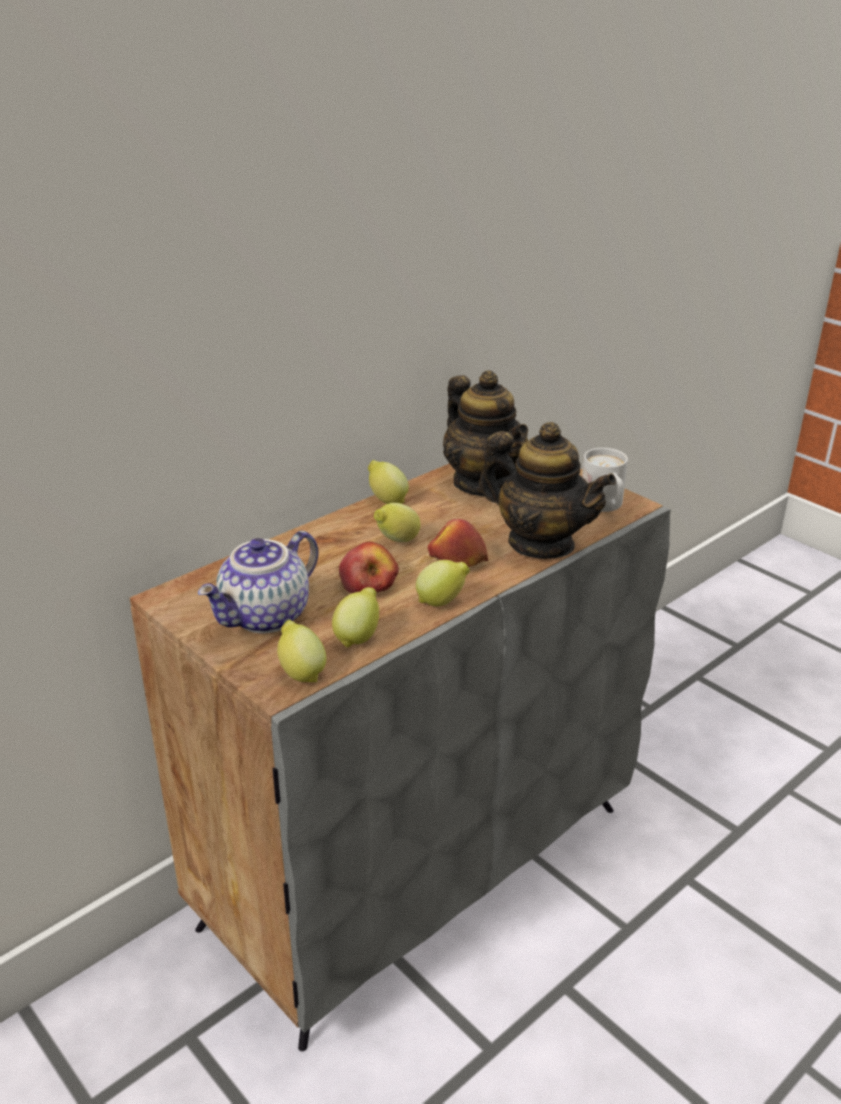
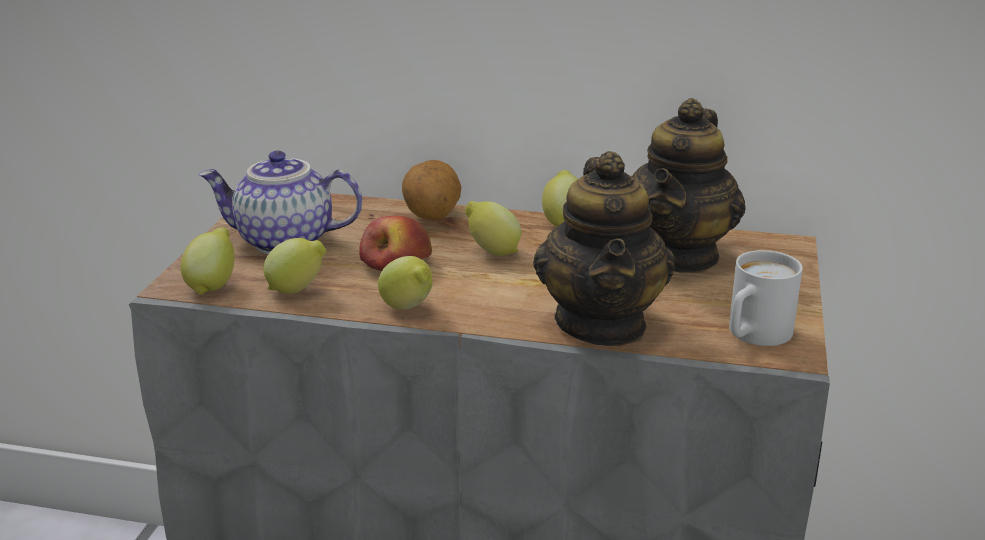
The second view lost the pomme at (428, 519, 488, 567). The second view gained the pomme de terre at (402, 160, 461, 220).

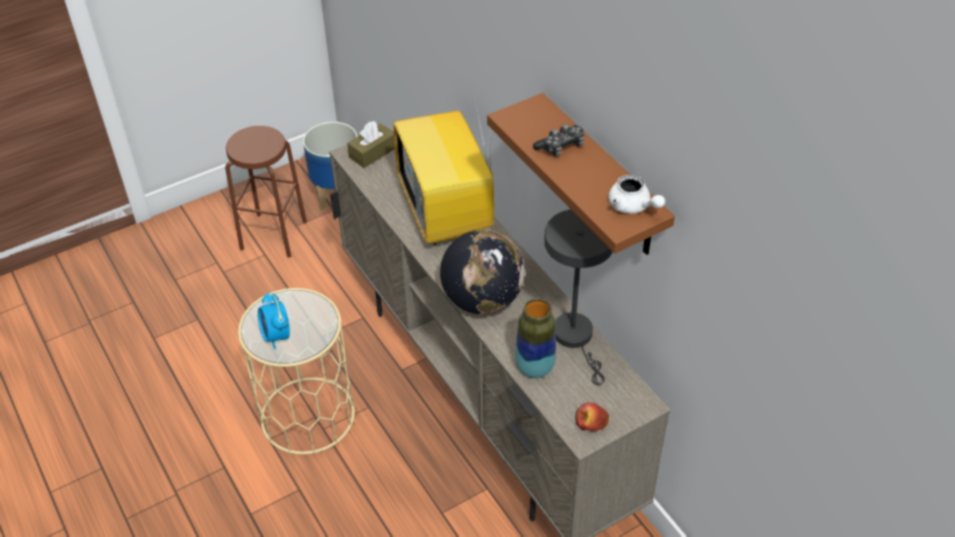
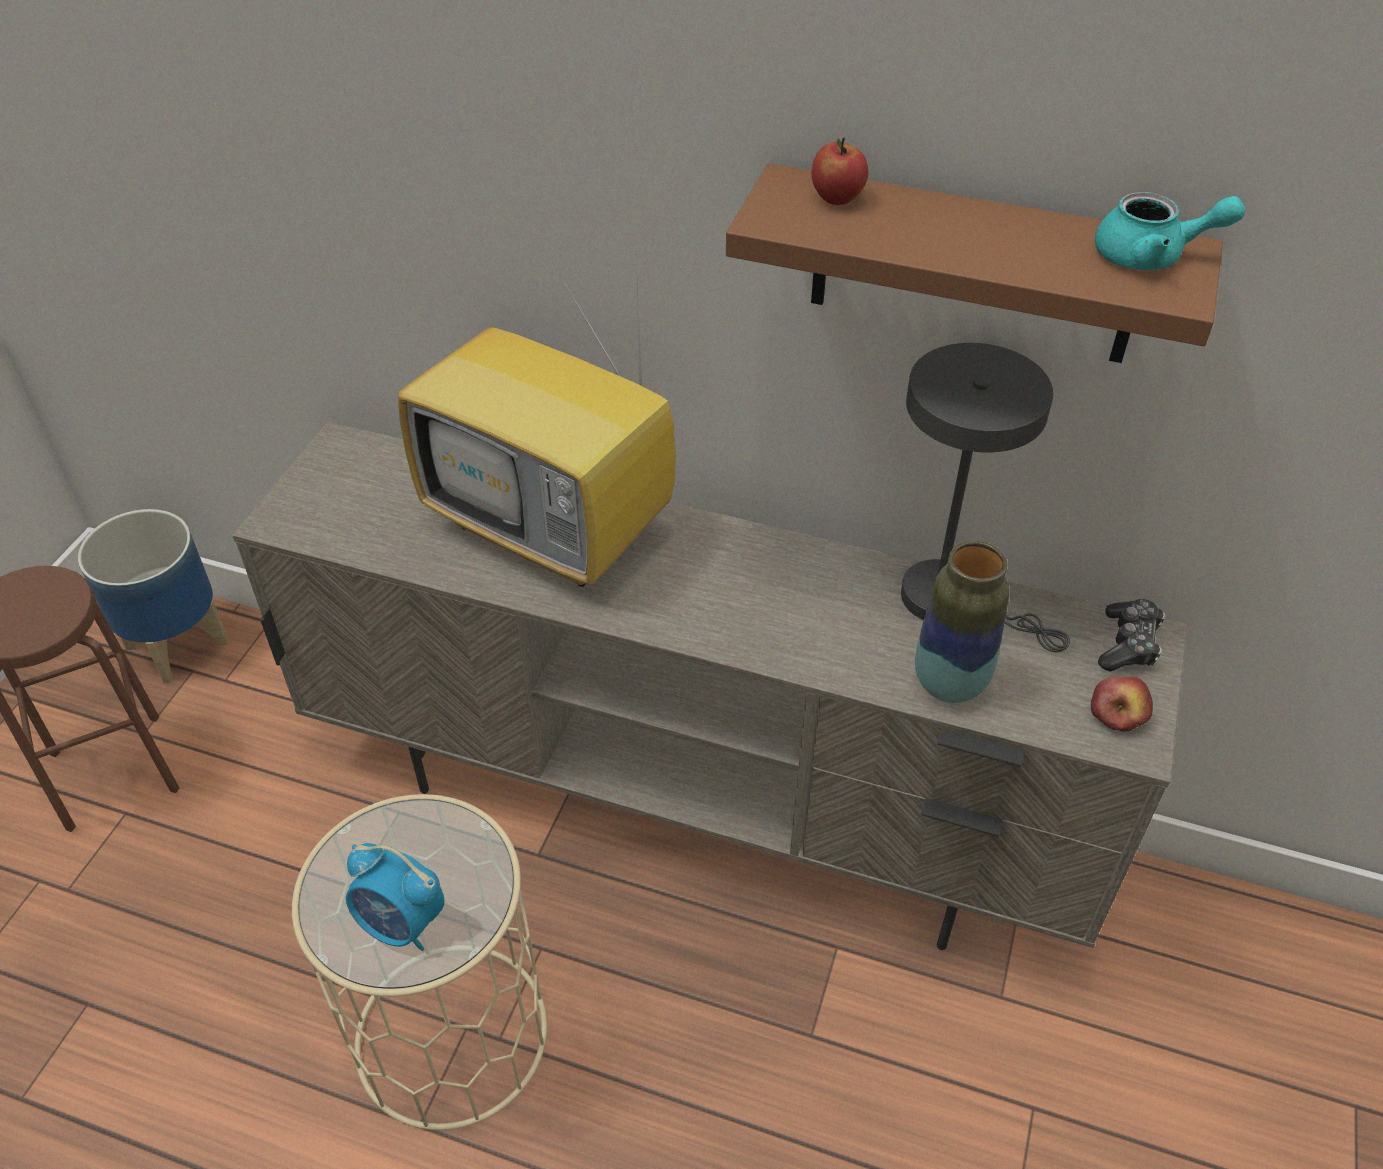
The second view lost the boîte à mouchoirs [marron] at (347, 121, 395, 168). The second view lost the globe at (440, 230, 525, 314). The second view gained the pomme at (811, 137, 868, 205). The manette ended up elsewhere, having gone from (533, 124, 584, 157) to (1098, 599, 1165, 672). What was the théière [blanc] at (608, 174, 665, 214) turned into the théière [turquoise] at (1095, 192, 1246, 270).

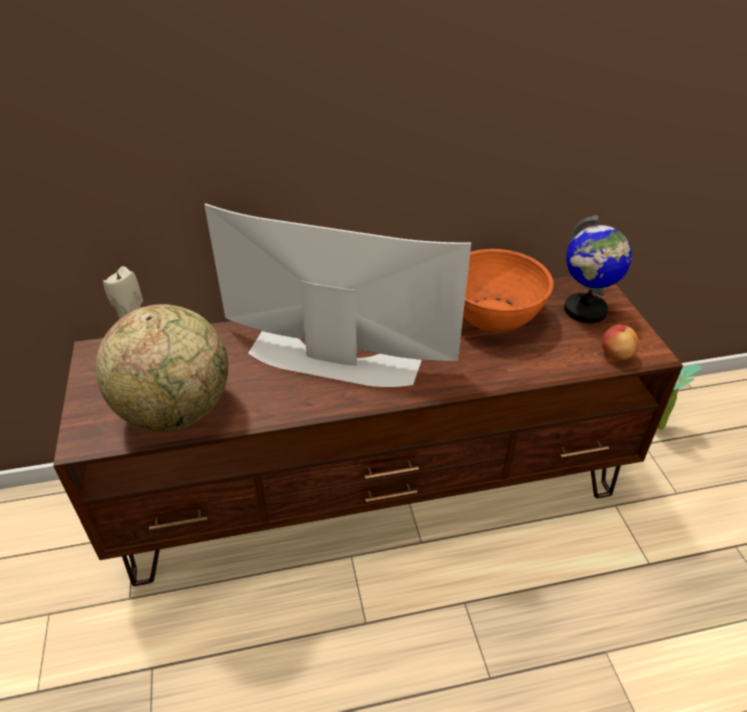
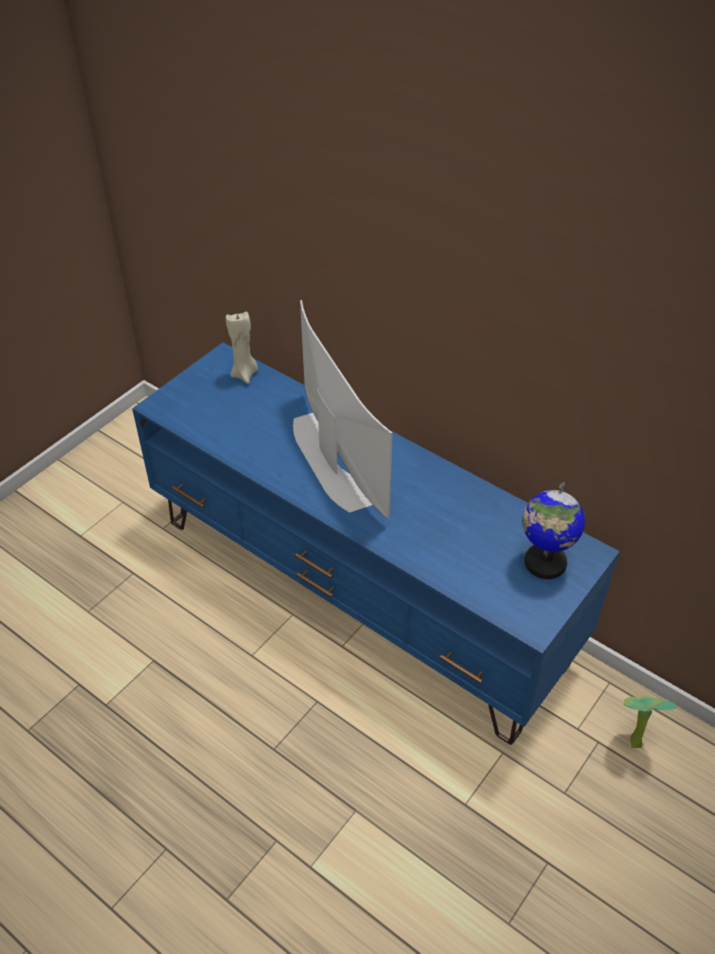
The second view lost the globe at (96, 304, 228, 432). The second view lost the bol [orange] at (463, 249, 554, 332). The second view lost the pomme at (602, 324, 639, 360). What was the meuble télé [marron] at (53, 276, 683, 586) turned into the meuble télé [bleu] at (132, 342, 620, 745).

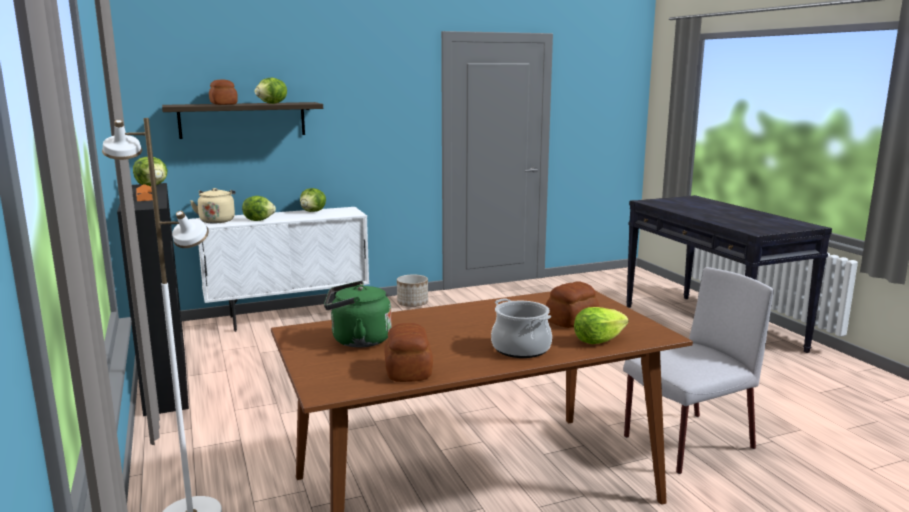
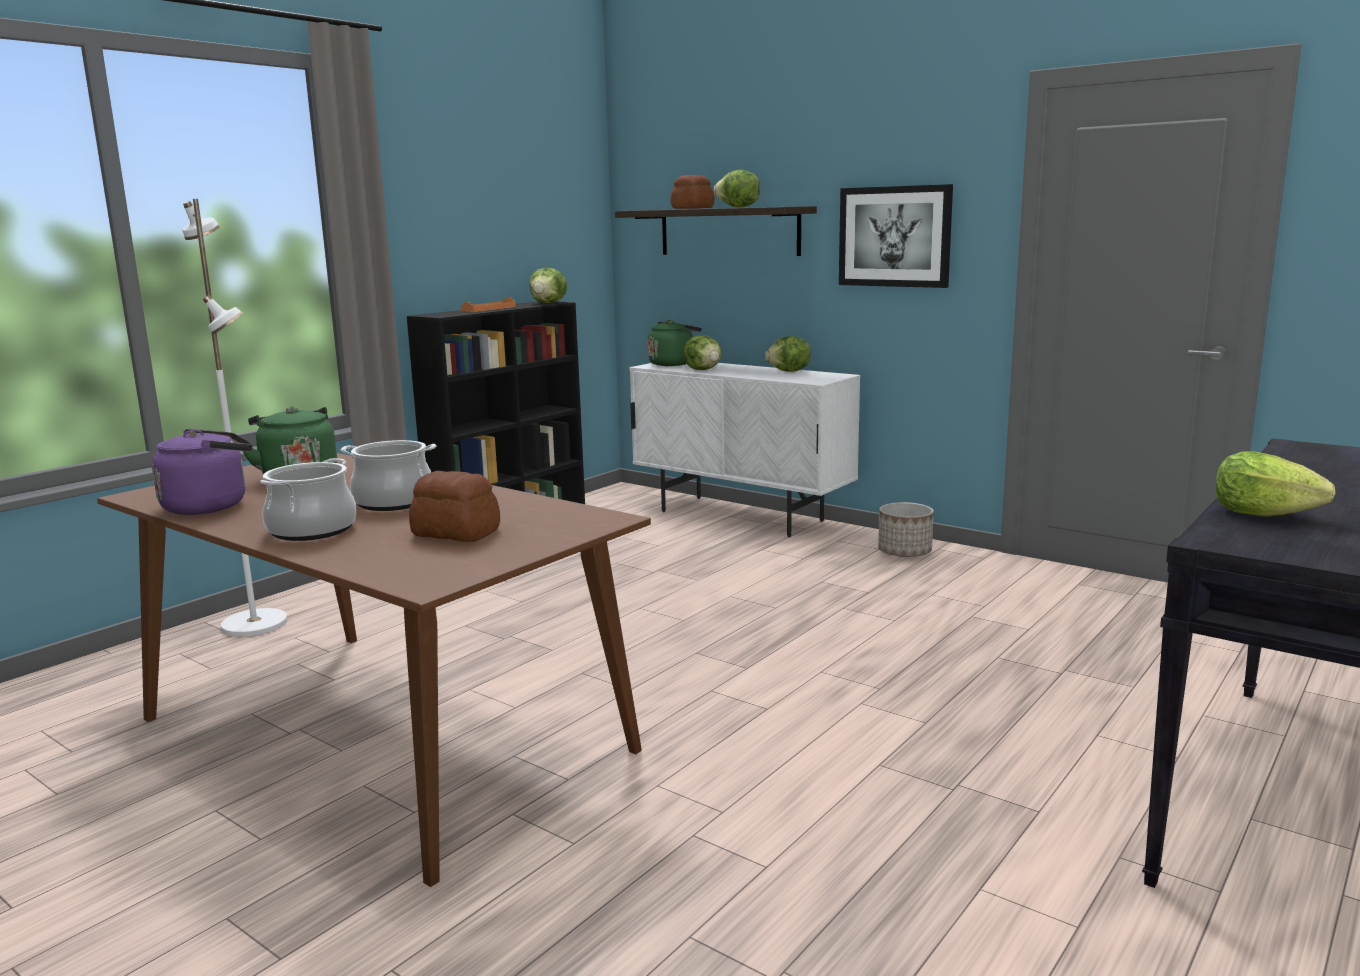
The second view lost the chaise [gris] at (623, 267, 774, 474). The second view gained the marmite at (341, 440, 436, 511). The second view gained the tableau at (839, 184, 953, 288). The laitue ended up elsewhere, having gone from (574, 307, 628, 344) to (1215, 451, 1336, 517). Where the pain stood at (384, 323, 433, 382), the bouilloire [violet] came to stand at (152, 429, 252, 515). What was the bouilloire [beige] at (190, 188, 236, 224) turned into the bouilloire [vert] at (648, 320, 702, 366).

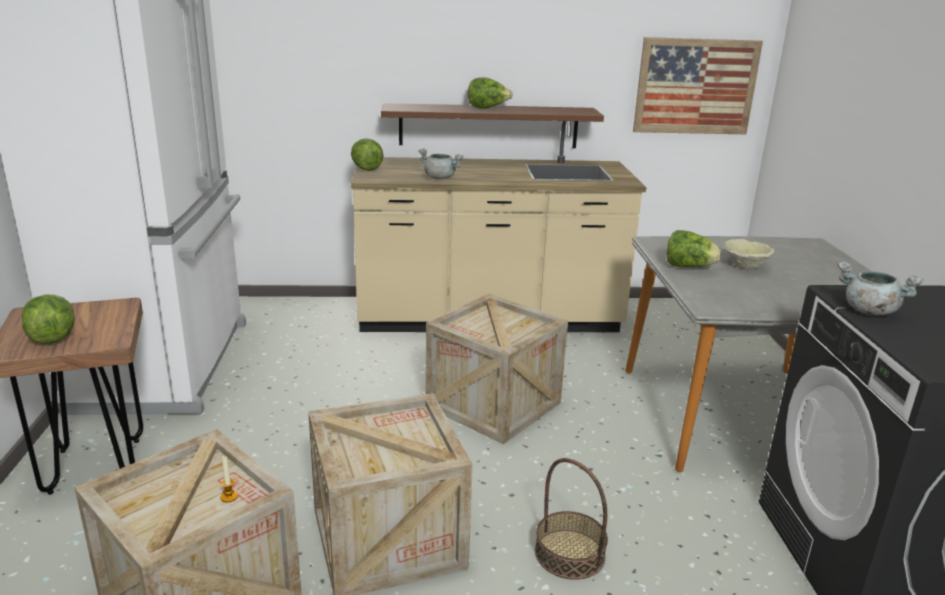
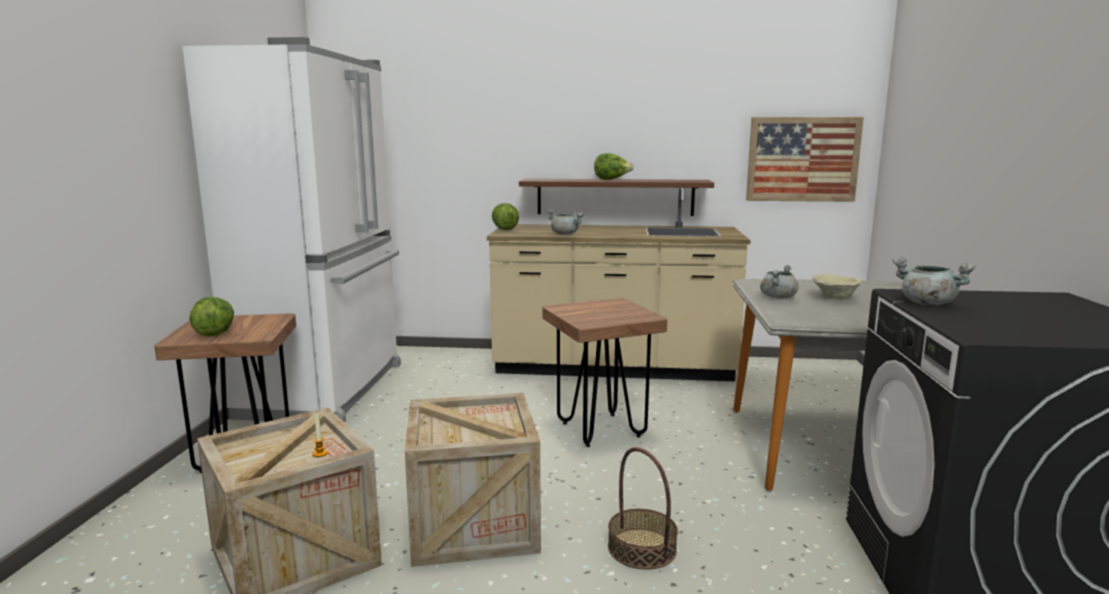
Where the caisse stood at (426, 293, 568, 444), the tabouret [marron] came to stand at (543, 298, 667, 447). Where the laitue stood at (666, 230, 721, 267), the marmite [gris] came to stand at (760, 265, 799, 299).

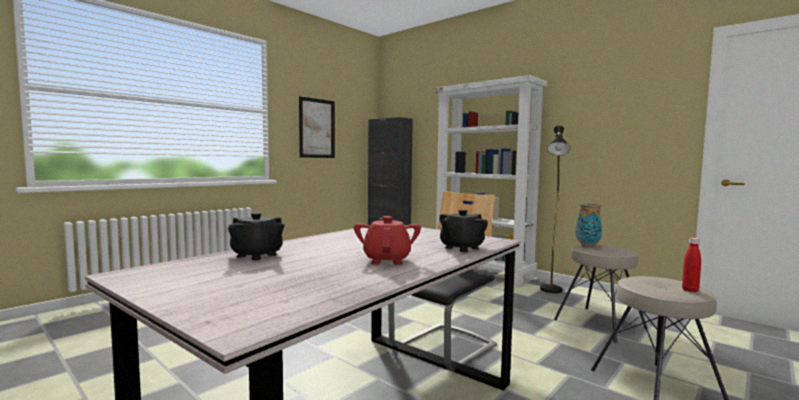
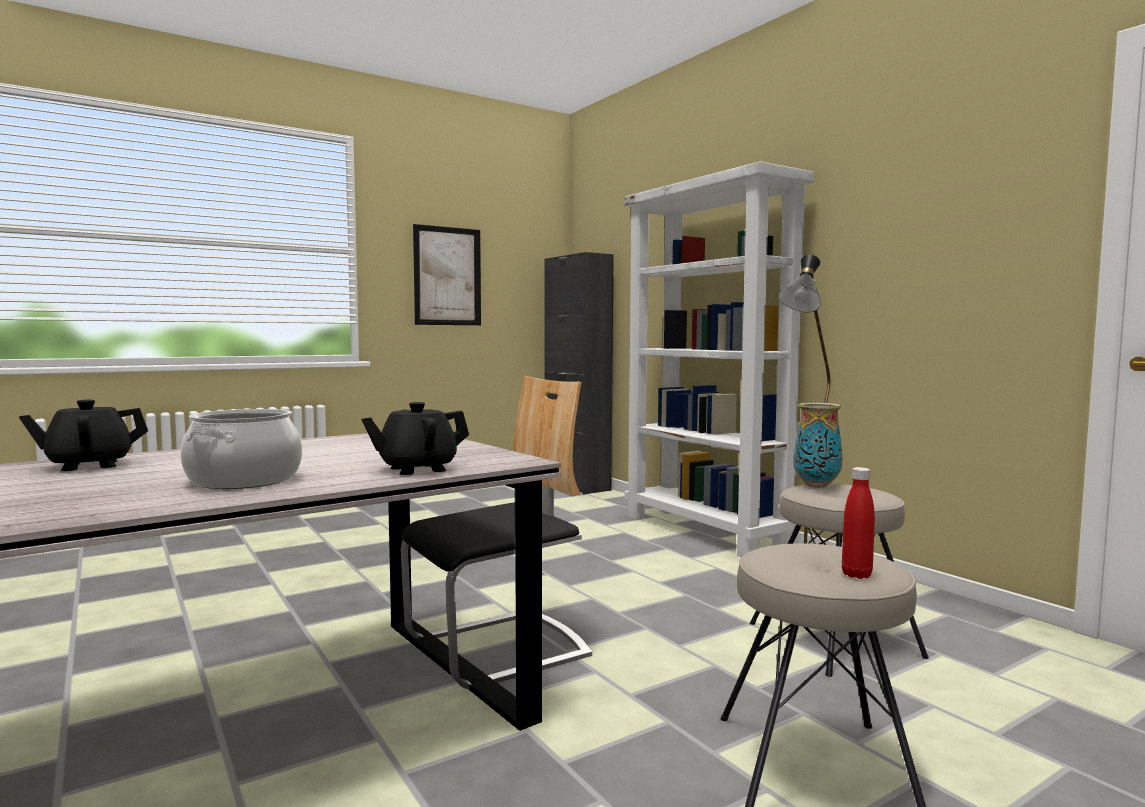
Where the théière [rouge] stood at (354, 216, 421, 265), the marmite came to stand at (181, 409, 302, 489). The théière [noir] at (228, 213, 285, 260) ended up facing another way, 105 degrees clockwise from before.

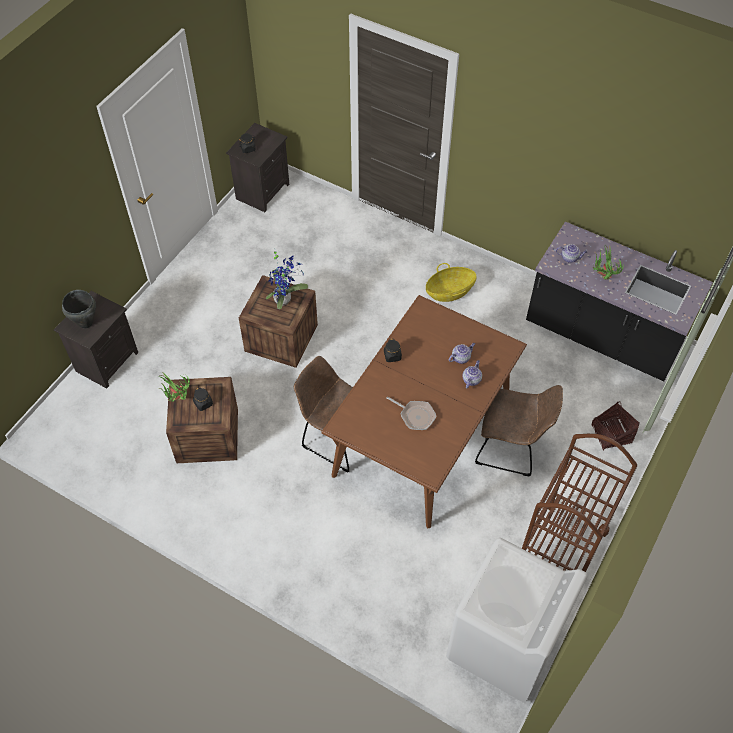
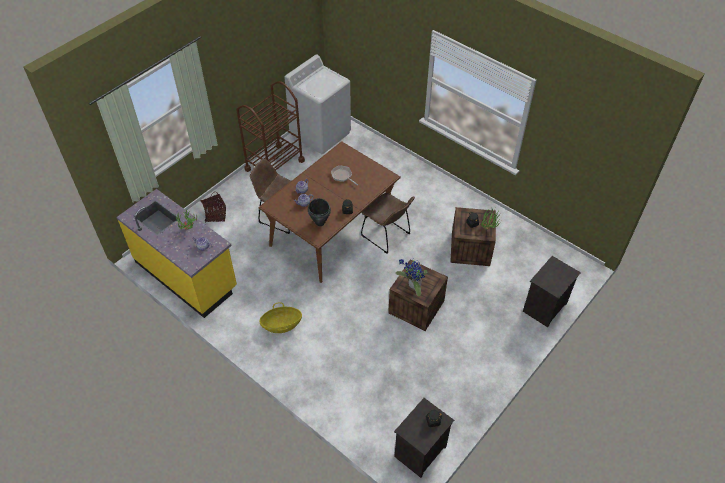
The marmite [noir] ended up elsewhere, having gone from (62, 290, 96, 329) to (308, 198, 331, 226). What was the comptoir de cuisine [noir] at (526, 222, 713, 381) turned into the comptoir de cuisine [jaune] at (116, 189, 237, 318).

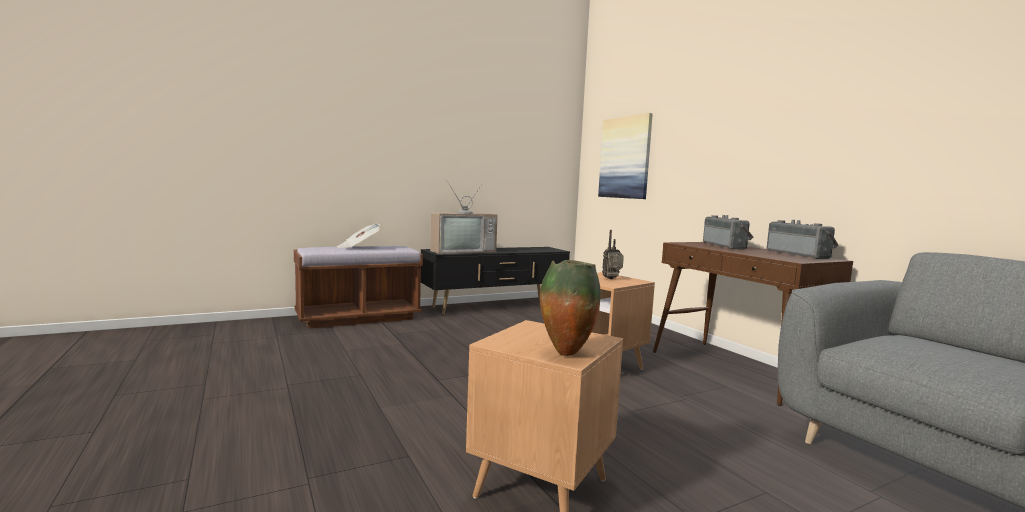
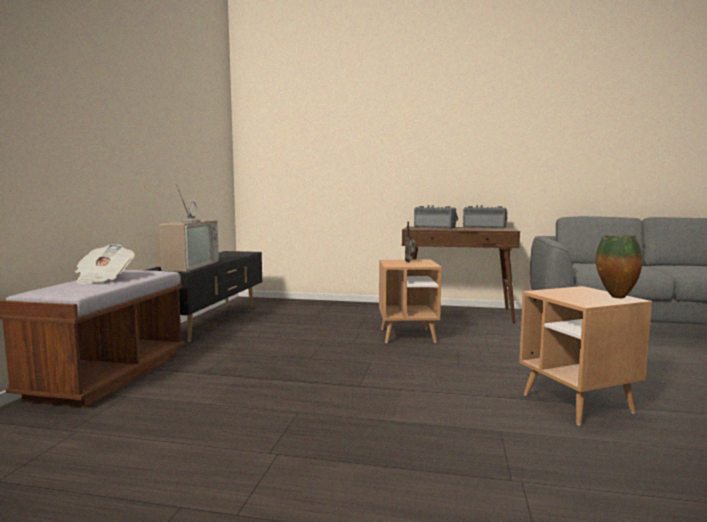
The second view lost the tableau at (598, 113, 653, 199).

